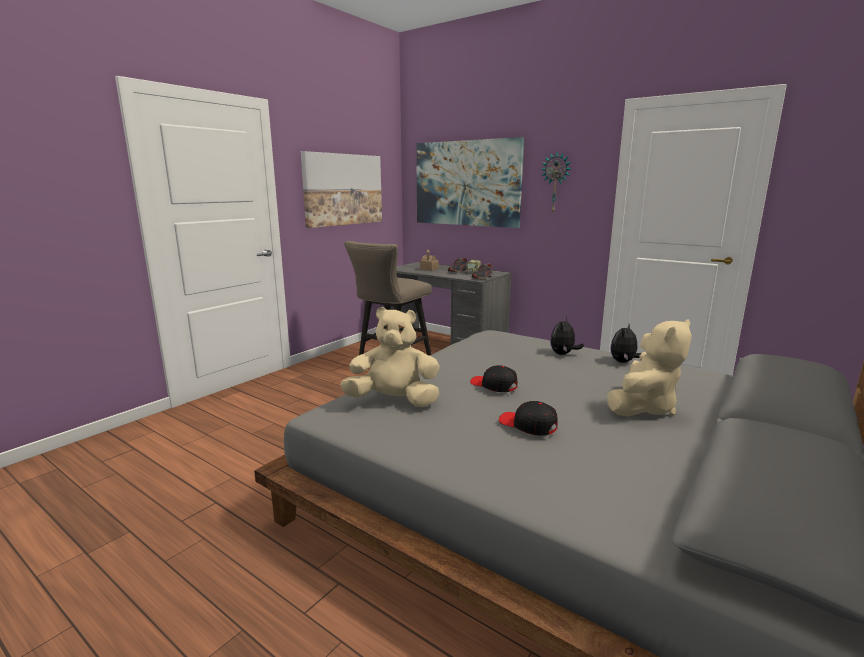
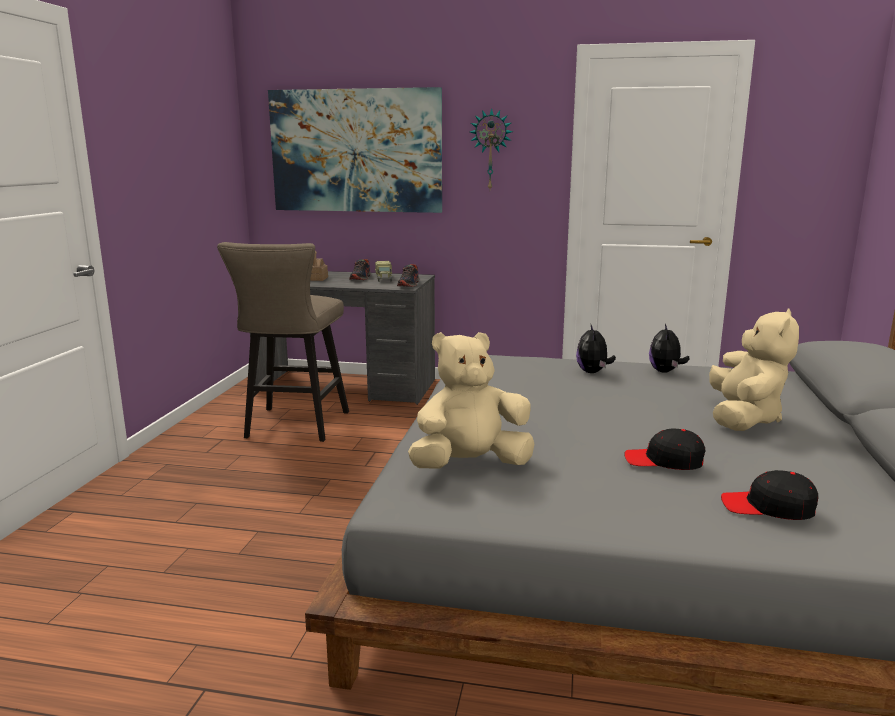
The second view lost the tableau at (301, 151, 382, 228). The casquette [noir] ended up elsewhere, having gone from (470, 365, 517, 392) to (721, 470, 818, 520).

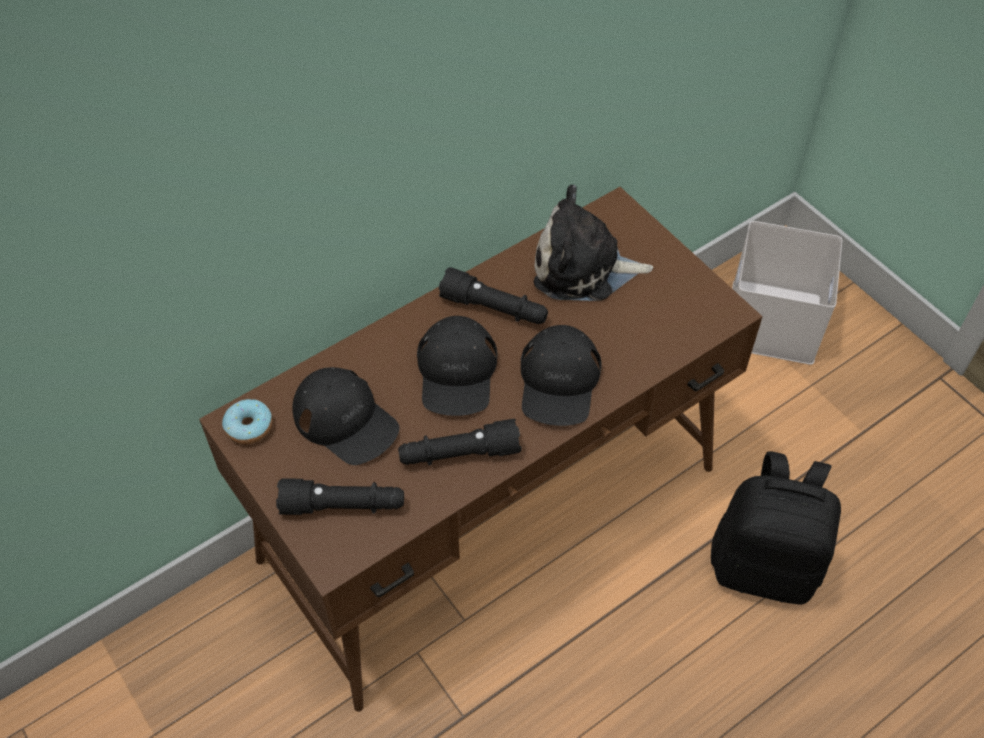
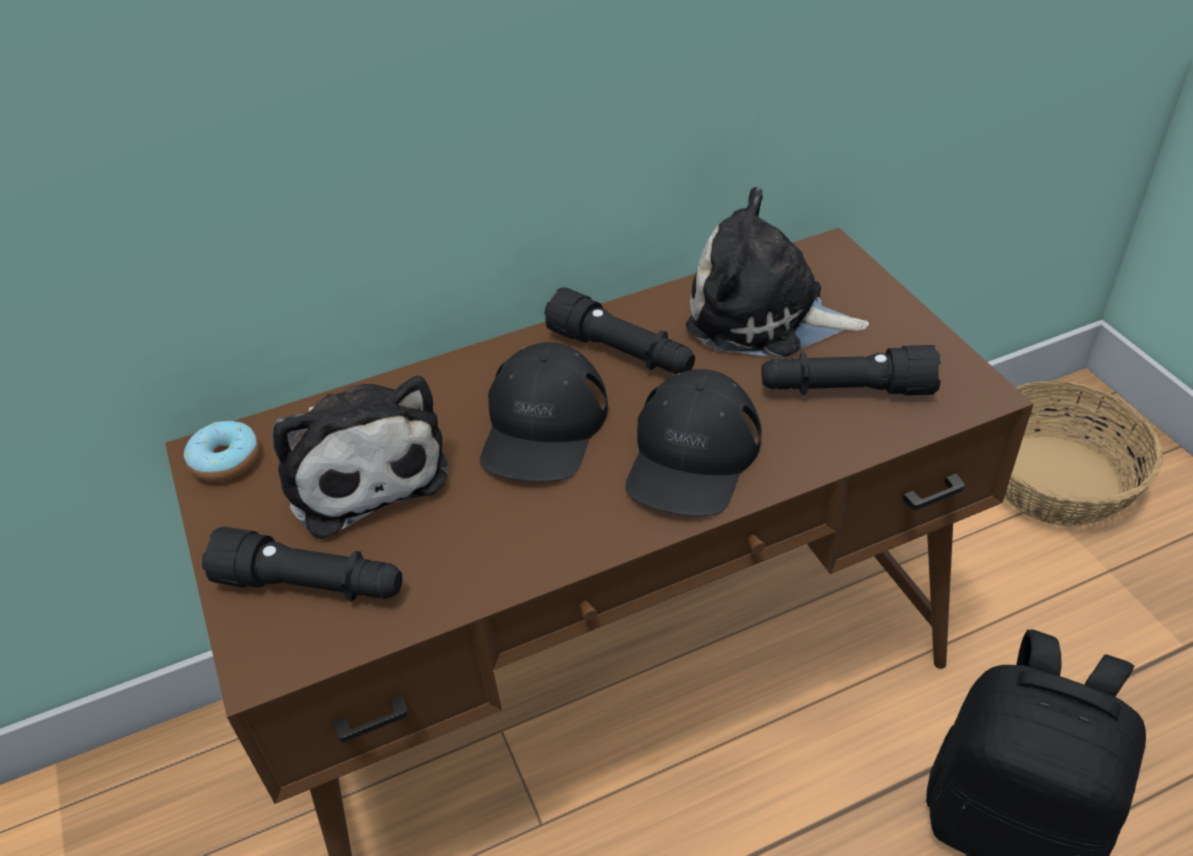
The lampe de poche [noir] ended up elsewhere, having gone from (398, 419, 521, 466) to (762, 345, 941, 395). Where the casquette [noir] stood at (292, 367, 400, 465), the peluche came to stand at (272, 376, 449, 539). Where the boîte de rangement [blanc] stood at (732, 221, 842, 365), the panier came to stand at (1004, 381, 1163, 526).

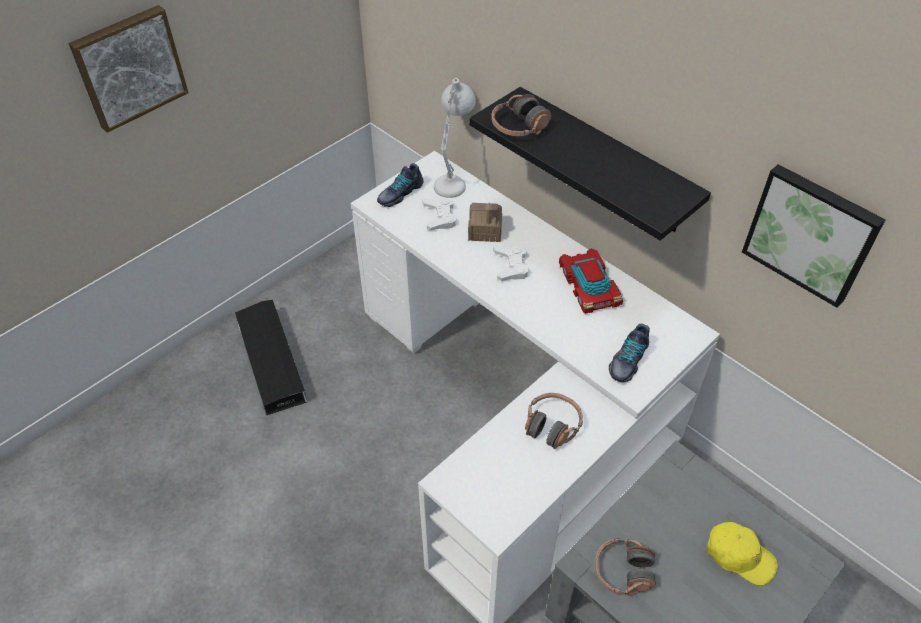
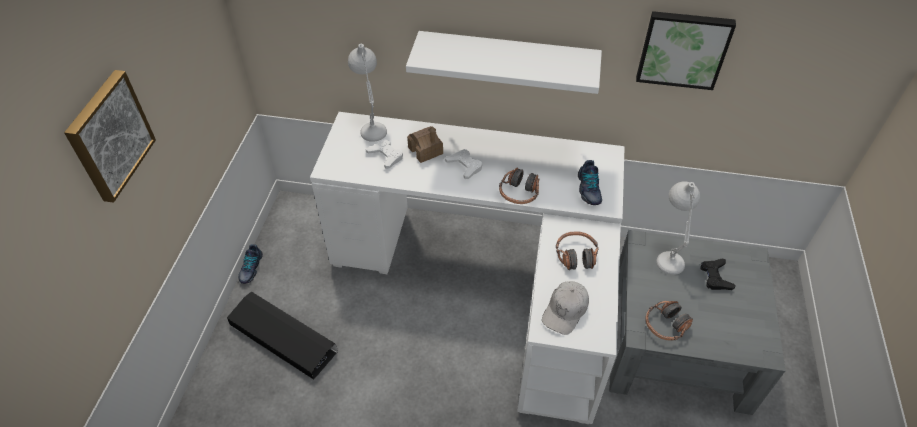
The second view lost the petite voiture at (559, 248, 623, 314). The second view gained the casquette [blanc] at (542, 281, 589, 335). The second view gained the lampe de table [blanc] at (656, 181, 700, 275). The chaussure ended up elsewhere, having gone from (377, 163, 424, 207) to (238, 244, 263, 284). The casque audio ended up elsewhere, having gone from (491, 94, 551, 136) to (499, 168, 539, 204). Where the casquette [jaune] stood at (707, 522, 778, 586), the manette [noir] came to stand at (700, 259, 736, 290). What was the étagère [noir] at (470, 87, 711, 241) turned into the étagère [blanc] at (406, 31, 602, 94).

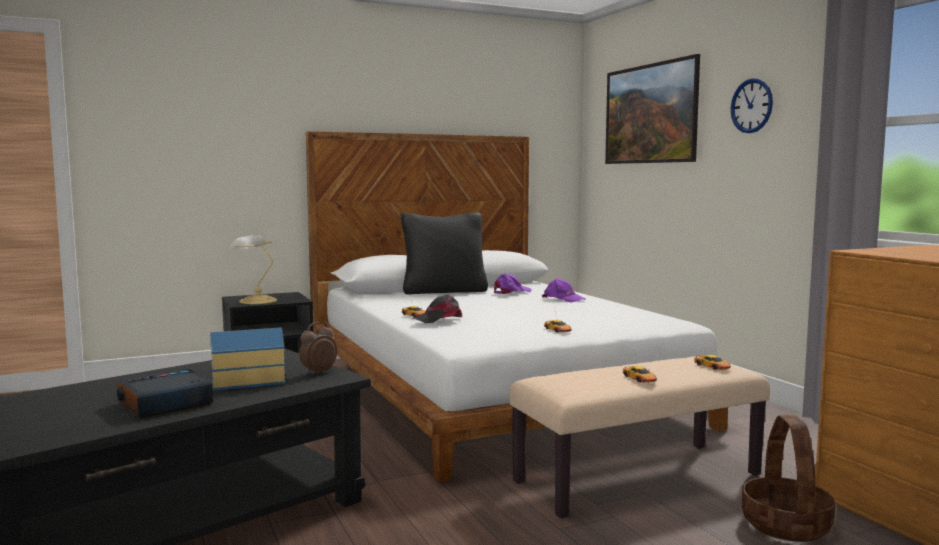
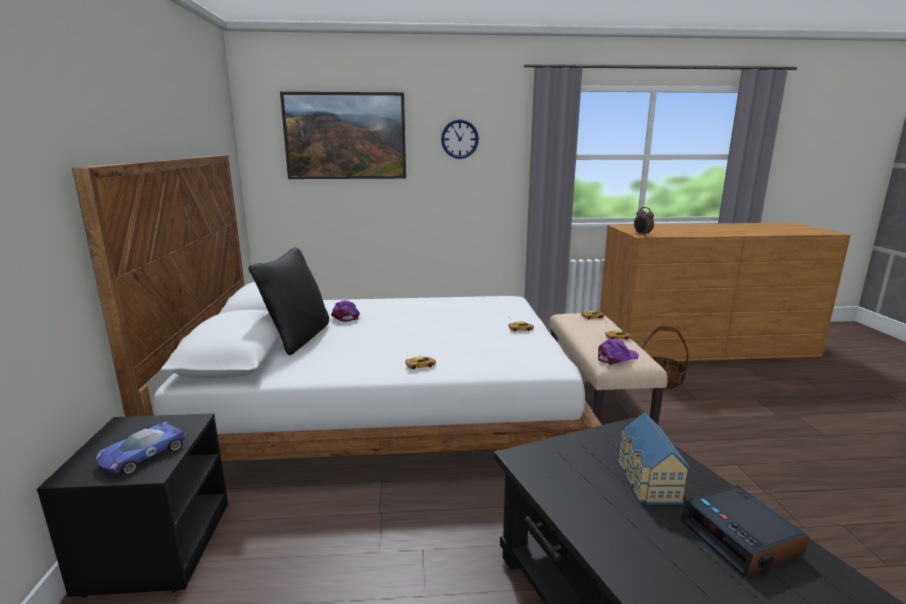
The second view lost the casquette [noir] at (414, 295, 462, 323). The réveil ended up elsewhere, having gone from (299, 322, 337, 375) to (634, 207, 654, 236). The casquette [violet] ended up elsewhere, having gone from (542, 278, 586, 303) to (598, 339, 639, 365). Where the lampe de table stood at (229, 235, 277, 304), the petite voiture came to stand at (96, 421, 186, 475).

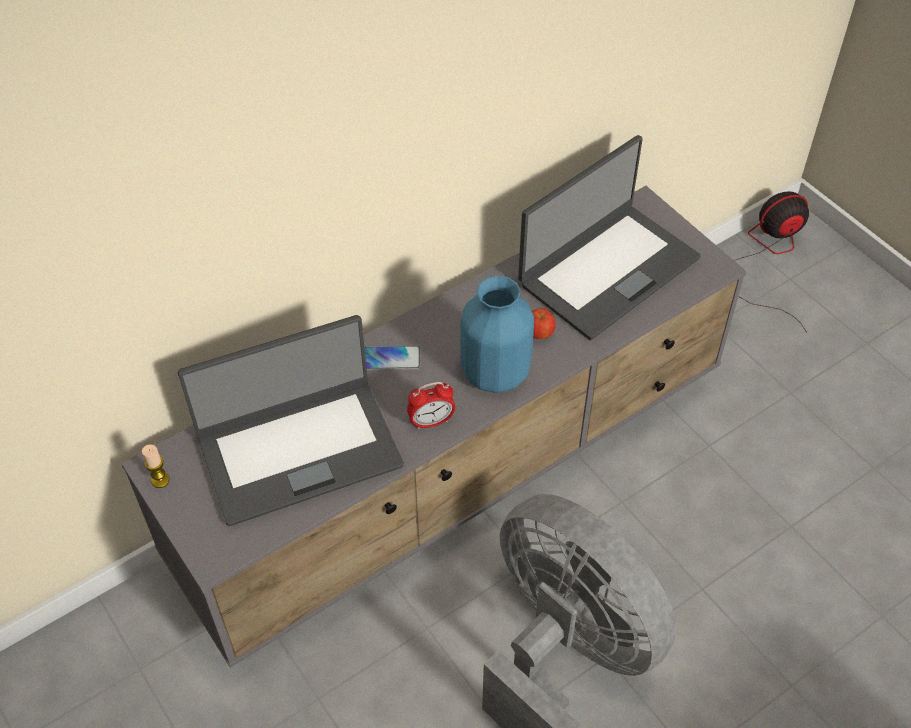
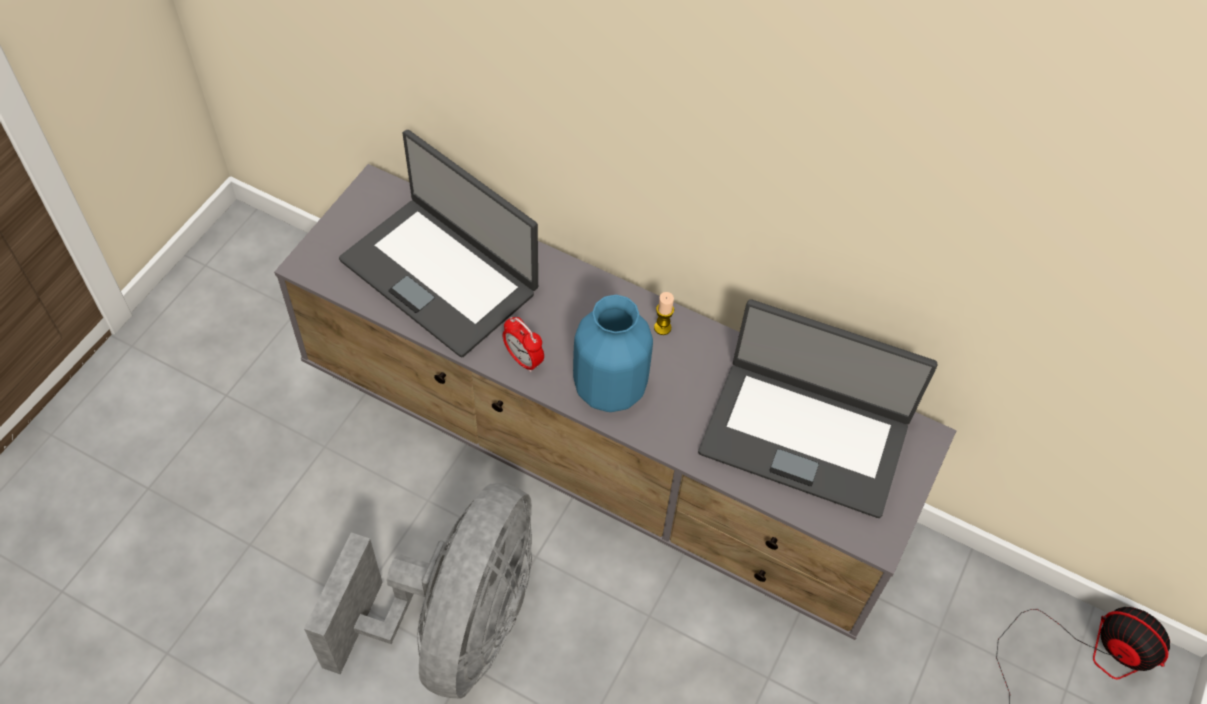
The second view lost the téléphone at (364, 346, 420, 371). The second view lost the pomme at (532, 308, 556, 339). The bougie ended up elsewhere, having gone from (142, 444, 170, 488) to (654, 292, 674, 335).

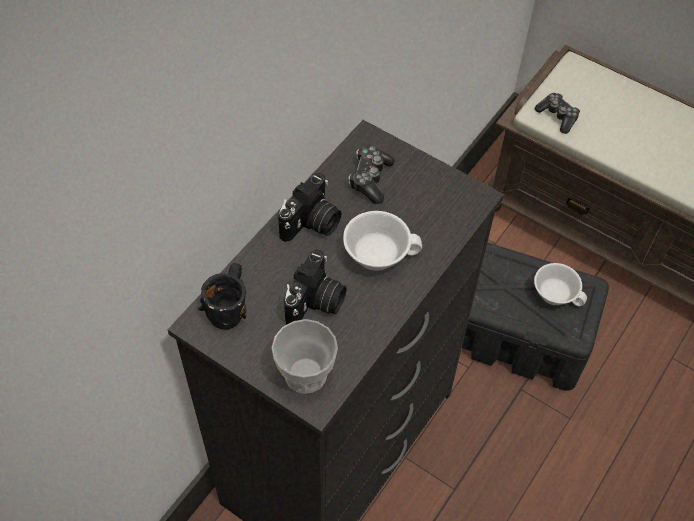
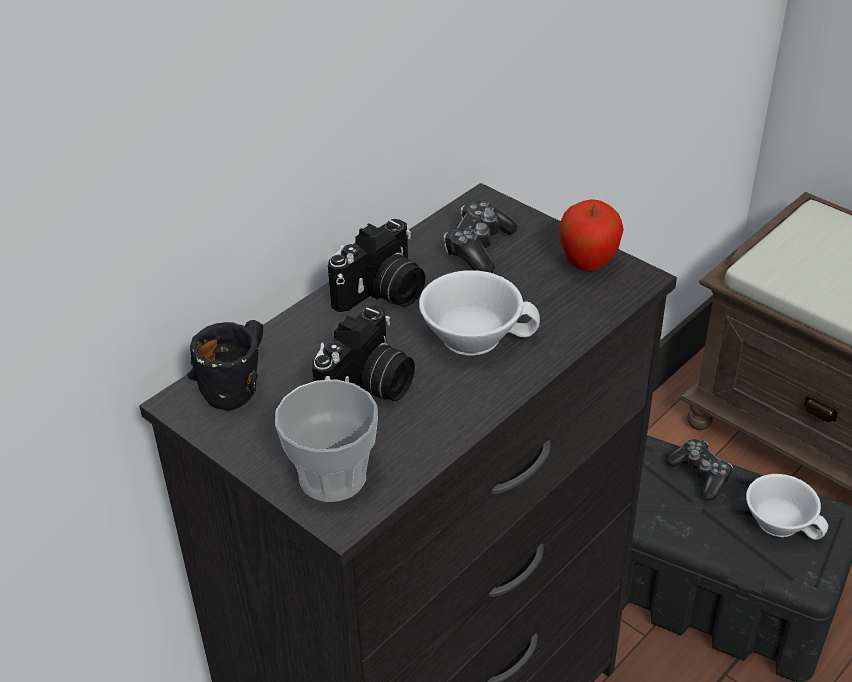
The second view gained the pomme at (559, 199, 624, 272). The manette ended up elsewhere, having gone from (535, 93, 580, 134) to (666, 439, 733, 500).

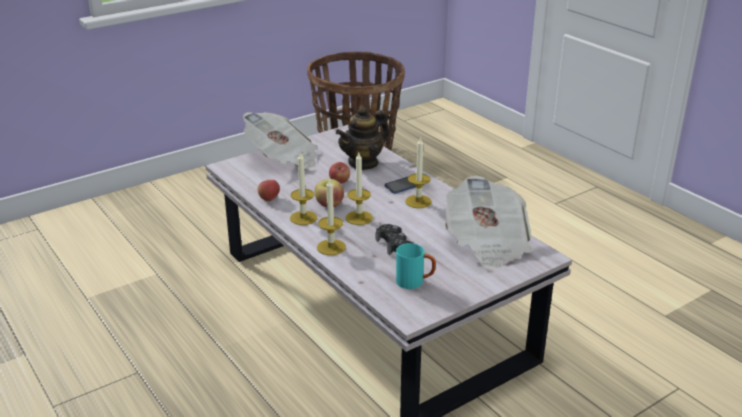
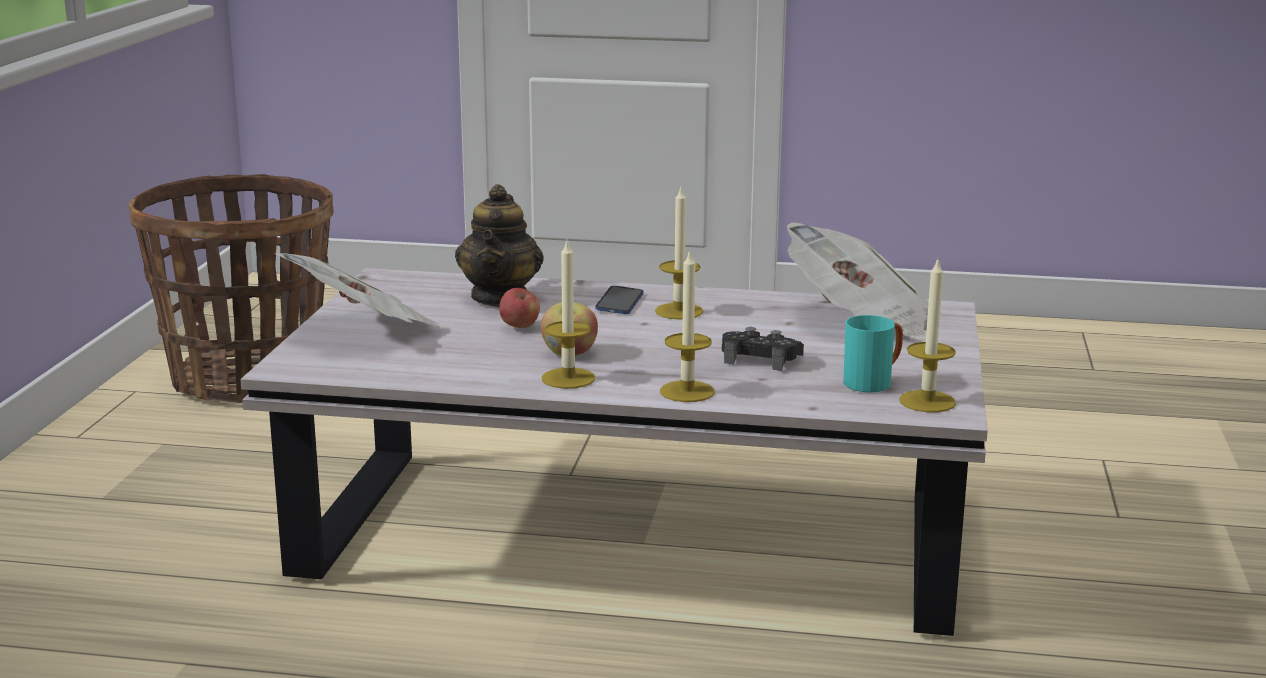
The second view lost the pomme at (258, 180, 280, 201). The bougie ended up elsewhere, having gone from (346, 153, 373, 225) to (899, 260, 956, 413).

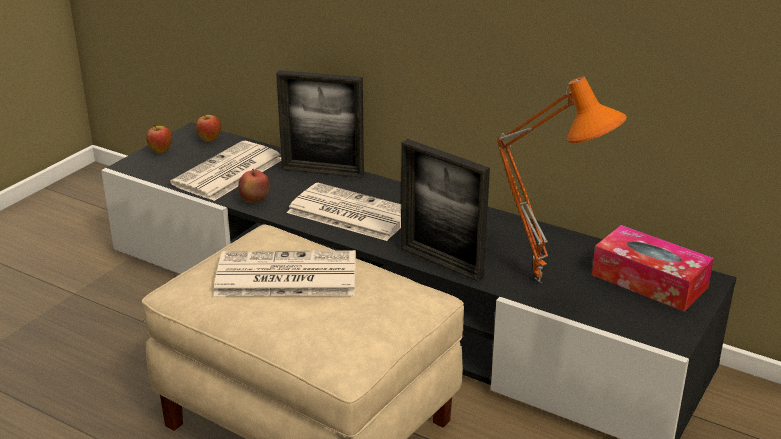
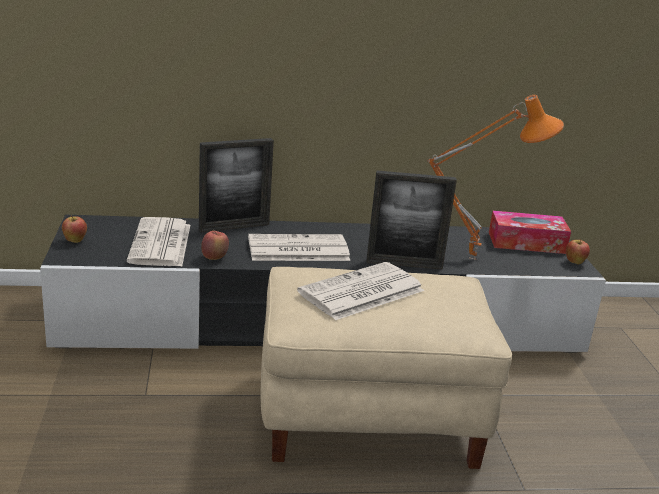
The pomme ended up elsewhere, having gone from (196, 113, 221, 142) to (566, 239, 590, 264).

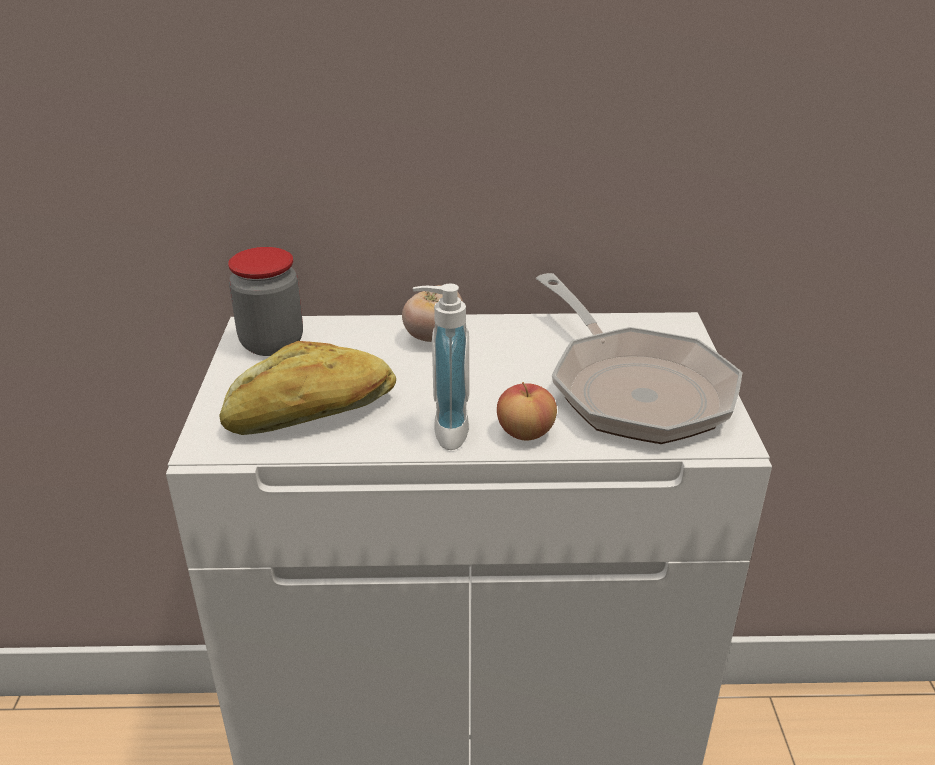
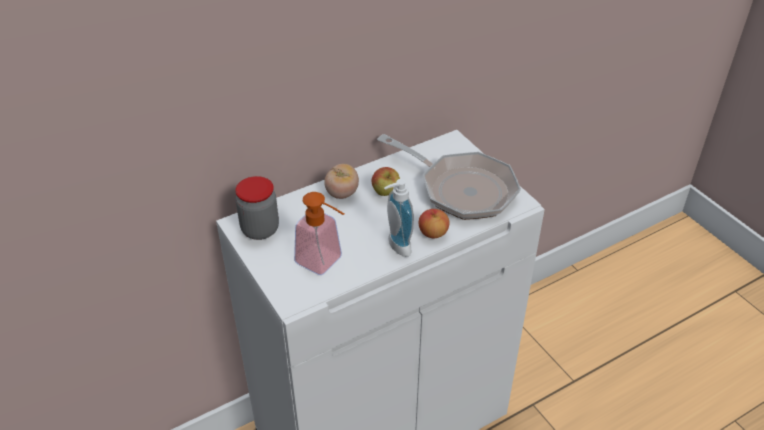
The second view gained the pomme at (372, 167, 400, 196). Where the pain stood at (219, 341, 396, 435), the distributeur de savon came to stand at (294, 192, 344, 275).

